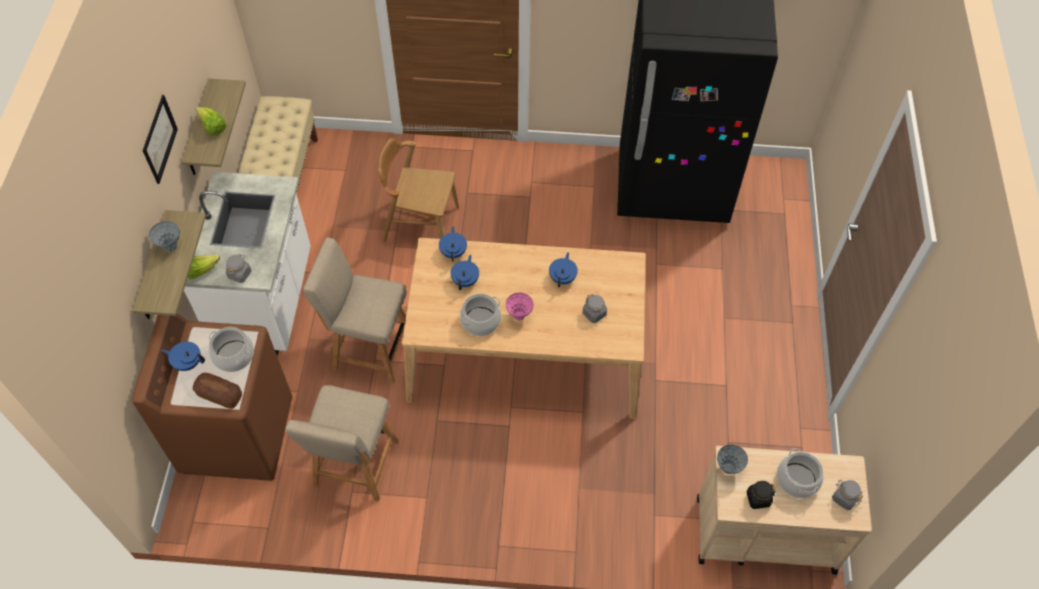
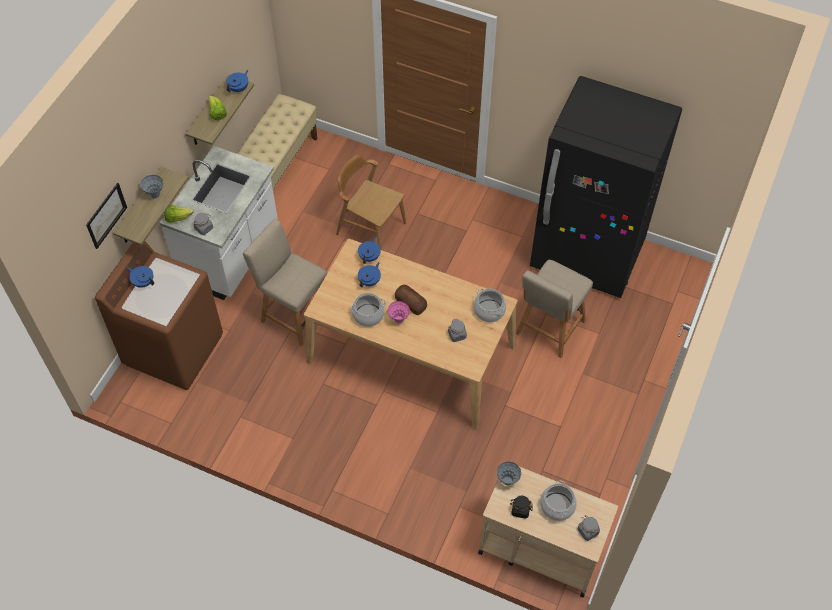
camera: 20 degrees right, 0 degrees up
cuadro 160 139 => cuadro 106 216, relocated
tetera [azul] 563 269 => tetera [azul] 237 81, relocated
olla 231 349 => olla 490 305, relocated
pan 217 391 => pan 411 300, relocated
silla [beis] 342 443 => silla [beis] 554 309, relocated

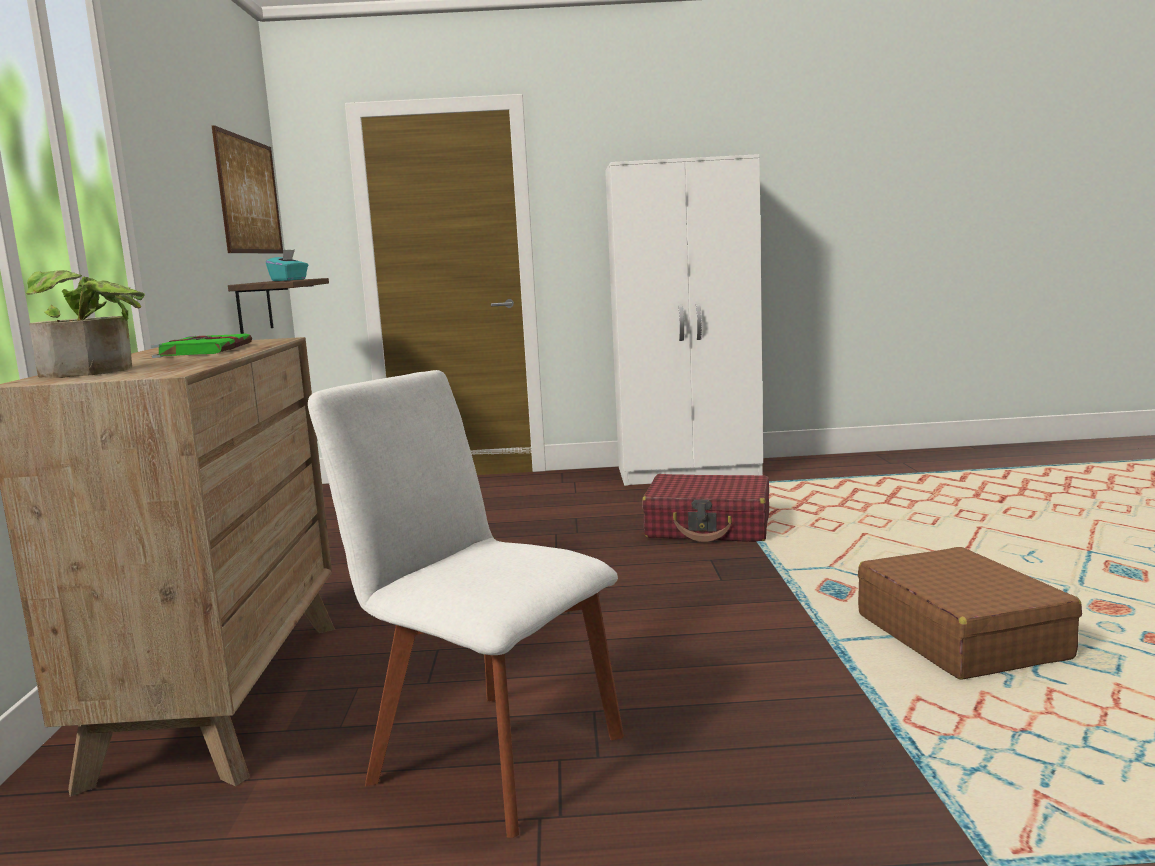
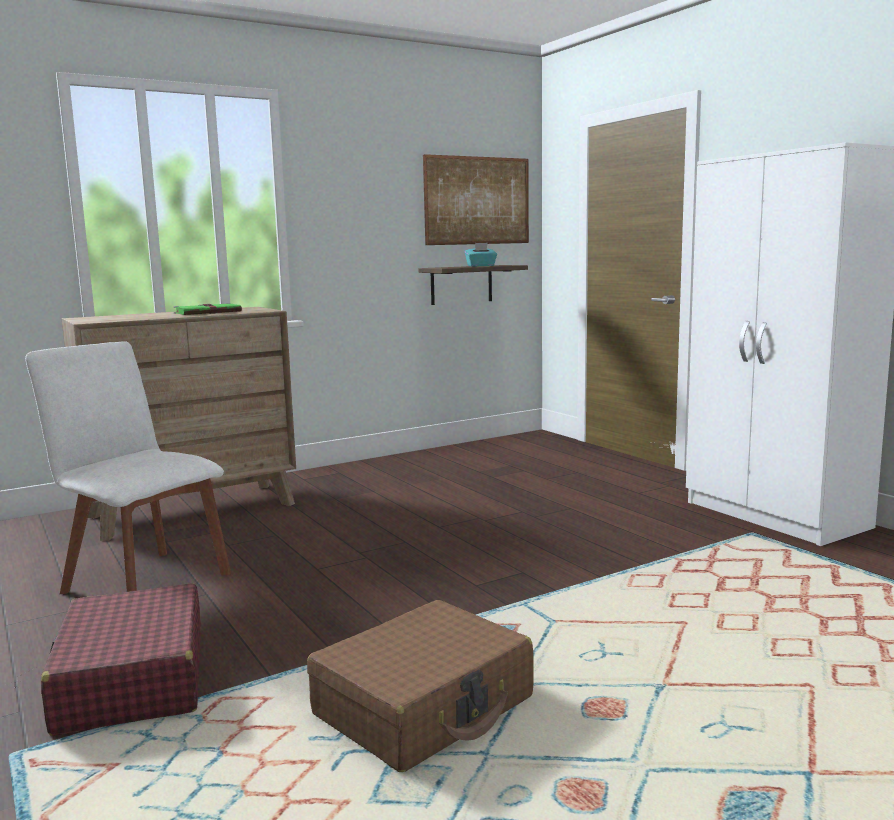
camera: 60 degrees right, 0 degrees up
planta en maceta 85 324 => nothing
silla [blanco] 466 604 => silla [blanco] 128 467, 60 degrees counterclockwise
maleta [rojo] 705 508 => maleta [rojo] 121 659, relocated

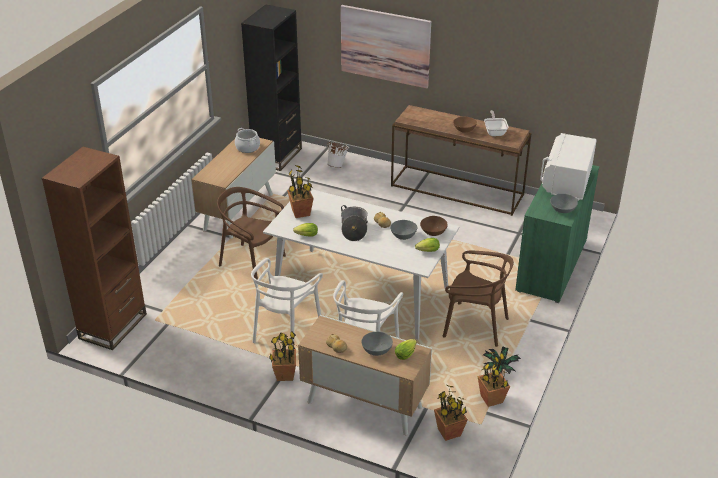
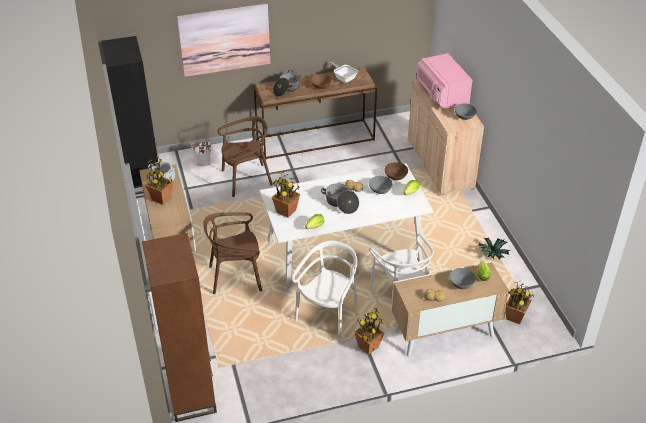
camera: 40 degrees left, 5 degrees up
microondas [blanco] 568 167 => microondas [rosa] 444 81
armario [verde] 557 234 => armario [beis] 446 137
silla [marrón] 478 299 => silla [marrón] 245 156, relocated
silla [blanco] 287 301 => silla [blanco] 325 290, 135 degrees counterclockwise
planta en maceta 493 379 => planta en maceta 159 181, relocated
nothing => olla 286 83

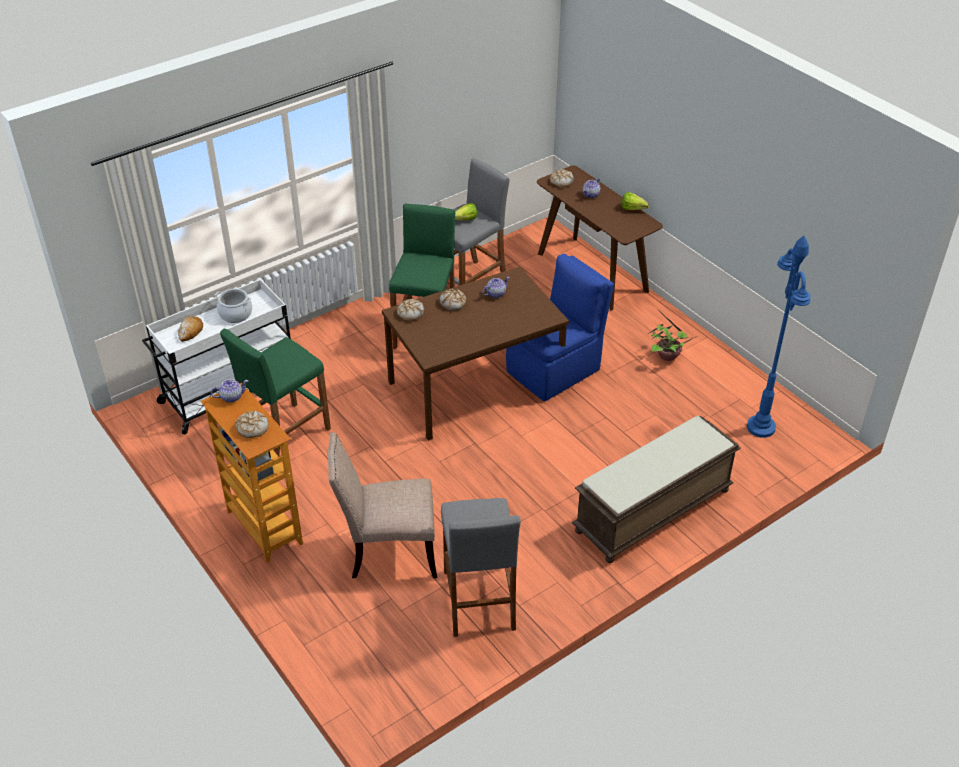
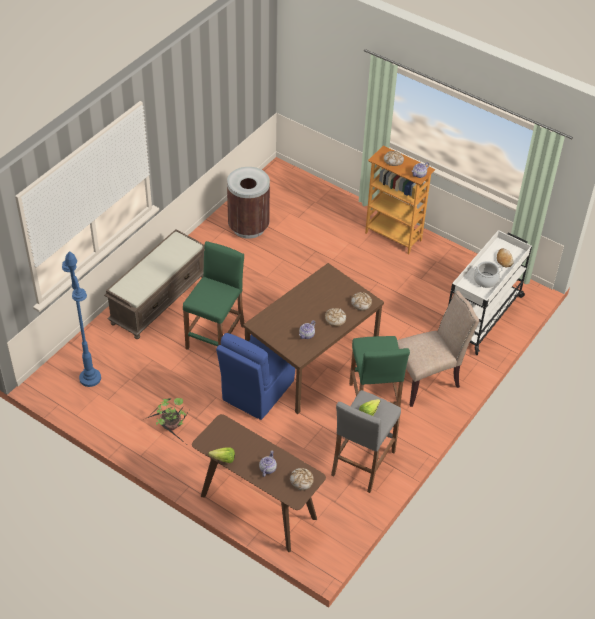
camera: 160 degrees right, 5 degrees up
taburete [verde] 275 392 => taburete [verde] 214 295, relocated
silla [beis] 382 505 => silla [beis] 438 349, relocated
taburete [gris] 481 567 => papelera [marrón] 248 203

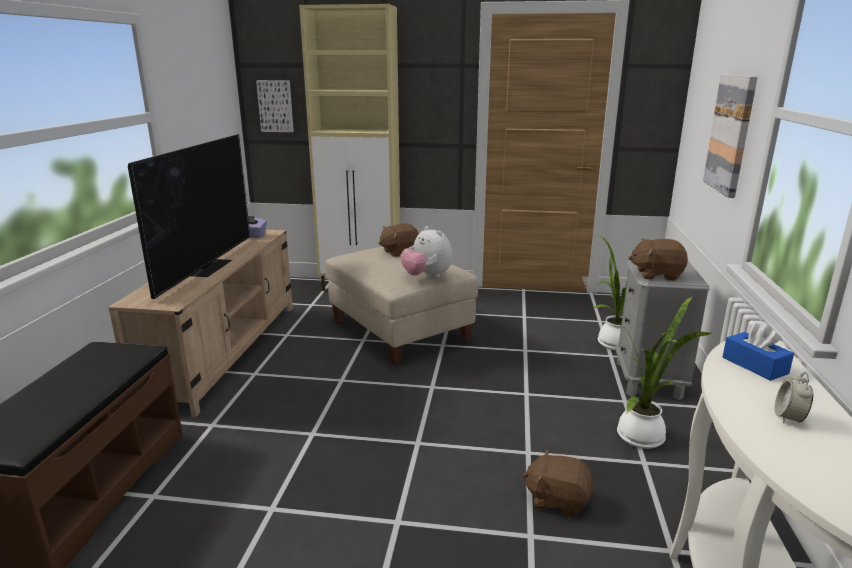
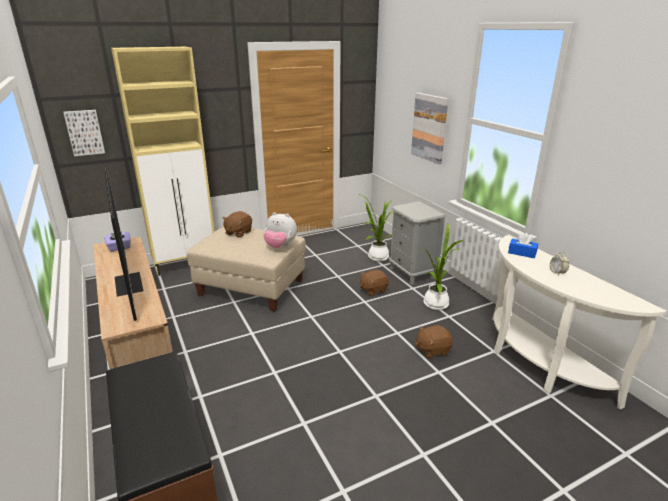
camera: 35 degrees left, 5 degrees up
peluche [marrón] 658 260 => peluche [marrón] 374 283, relocated

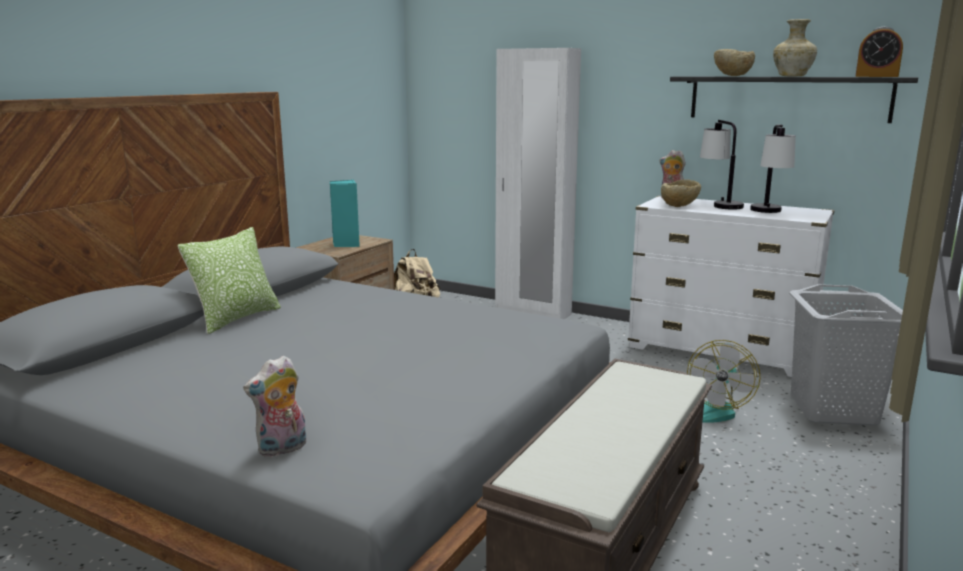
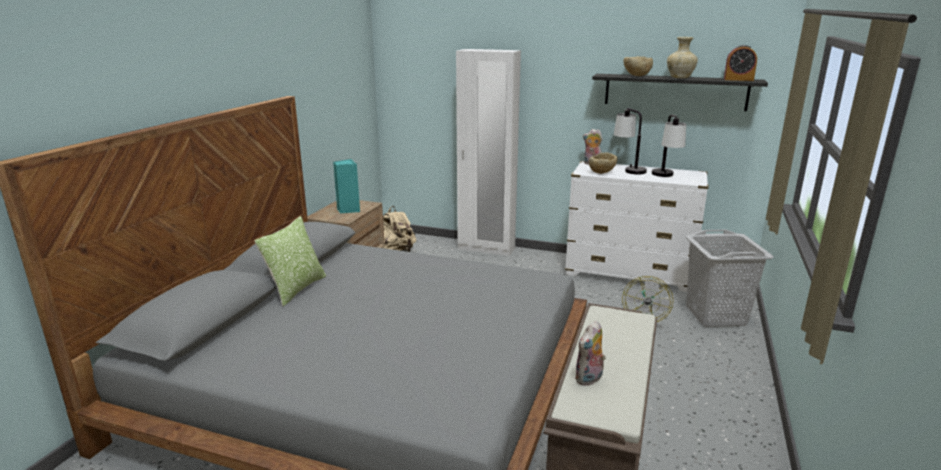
camera: 10 degrees left, 5 degrees up
peluche 274 406 => peluche 590 353, relocated

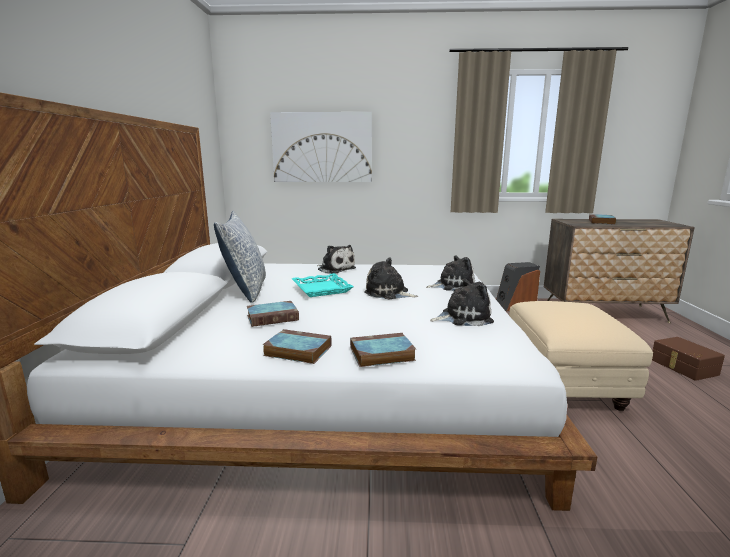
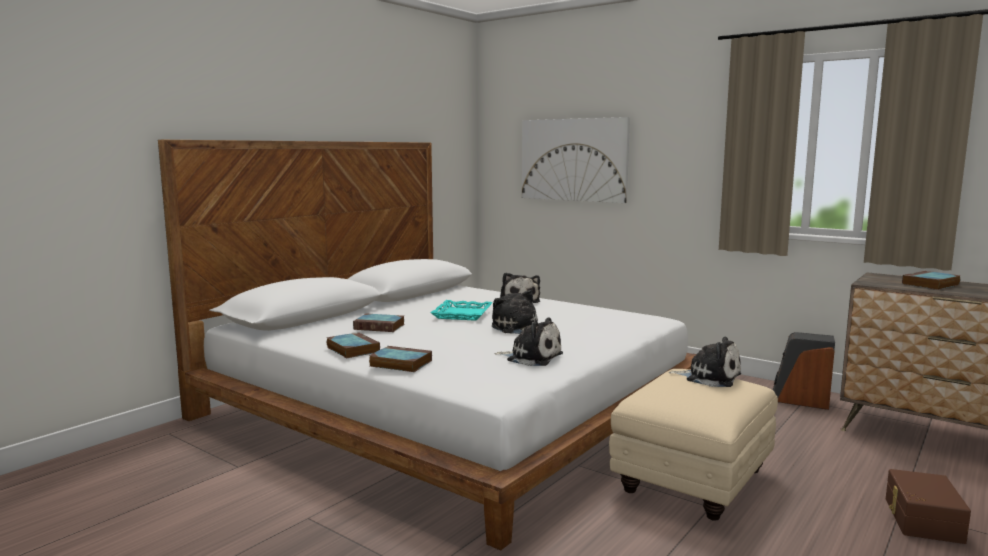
camera: 35 degrees right, 5 degrees down
cojín 240 257 => nothing
peluche 450 273 => peluche 705 362, relocated

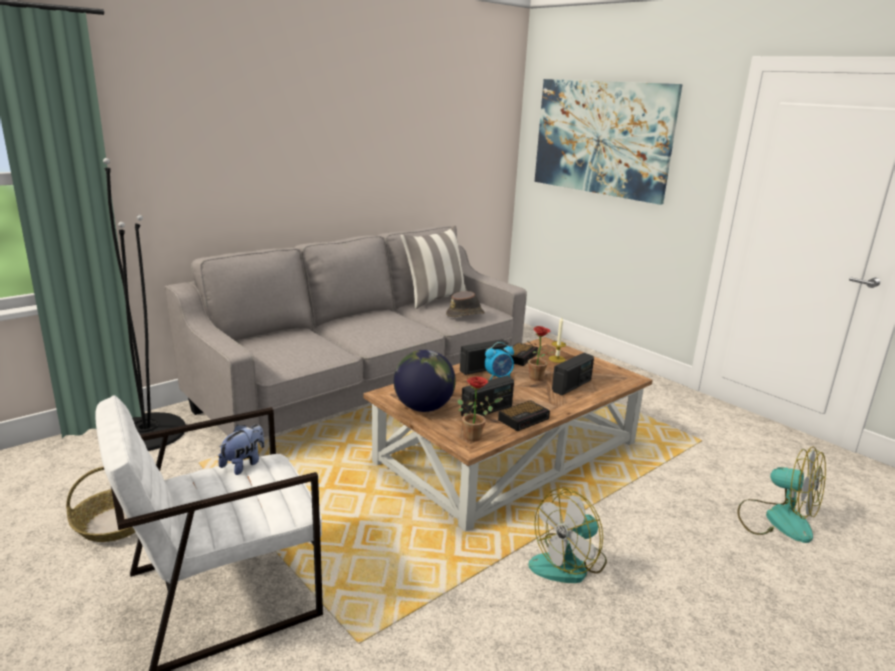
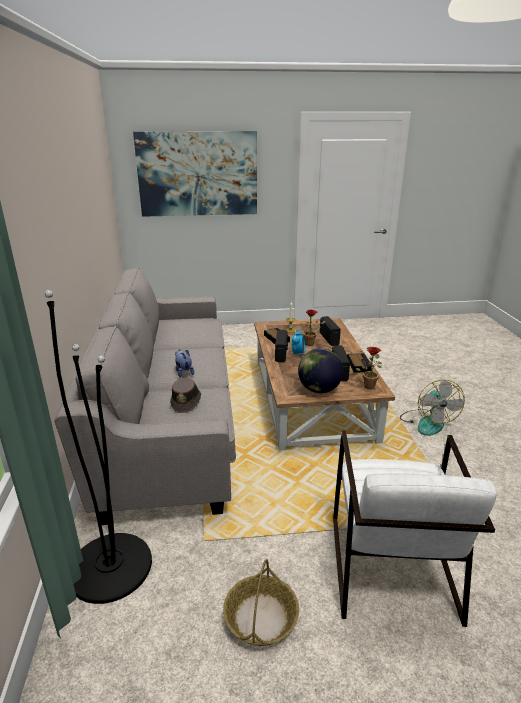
camera: 55 degrees left, 5 degrees up
cojín 434 267 => nothing
sombrero [marrón] 465 304 => sombrero [marrón] 185 395, relocated
peluche 241 449 => peluche 184 363, relocated
ventilador 781 495 => nothing

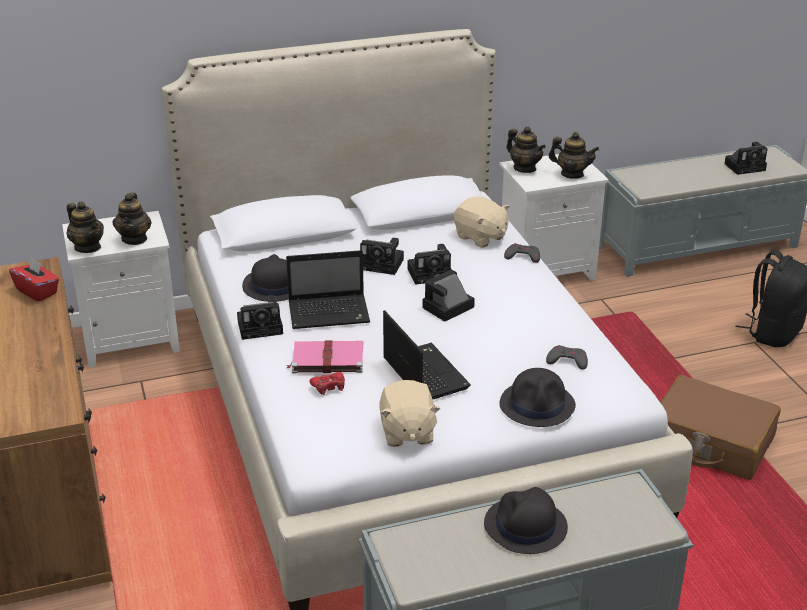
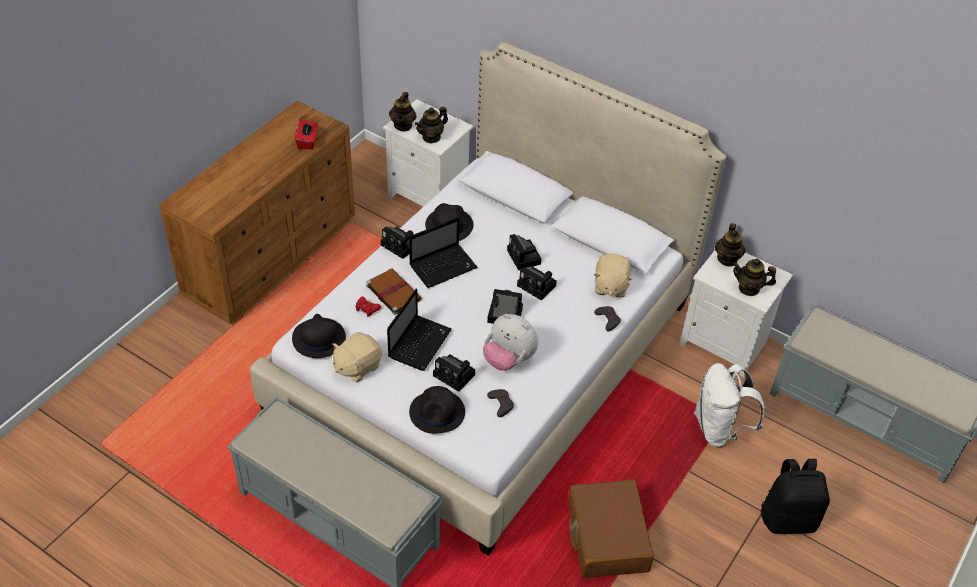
camera: 50 degrees right, 15 degrees up
tetera 573 155 => tetera 754 277, 120 degrees clockwise
cámara 745 158 => cámara 454 373, relocated
portátil 328 289 => portátil 443 252, 75 degrees counterclockwise
libro [rosa] 324 357 => libro [marrón] 394 292
sombrero [negro] 526 520 => sombrero [negro] 319 336, relocated
nothing => peluche 510 342
nothing => mochila [blanco] 729 405

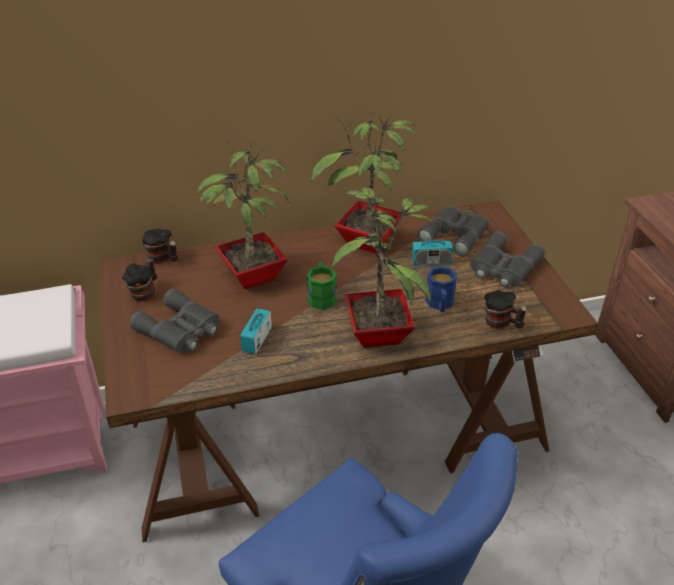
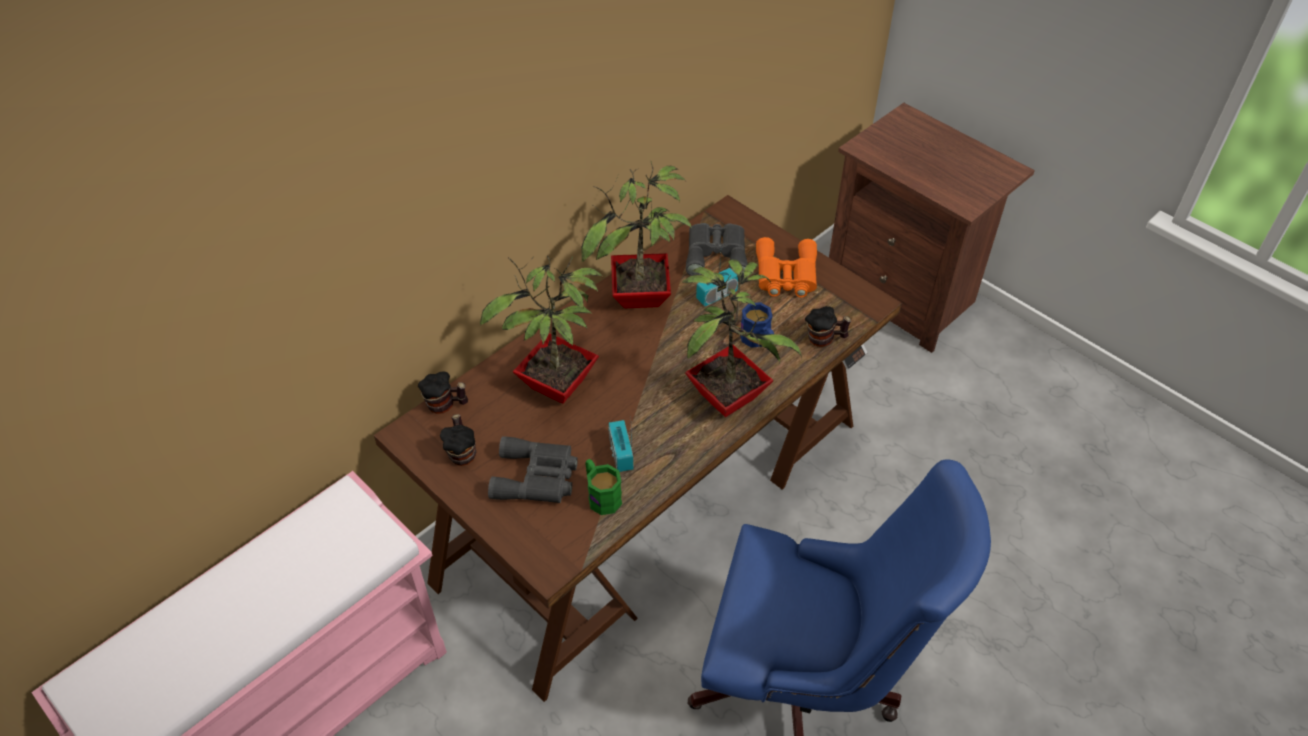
camera: 30 degrees left, 10 degrees up
prismáticos [gris] 507 259 => prismáticos [naranja] 786 267
taza grande [verde] 322 286 => taza grande [verde] 603 487, relocated

